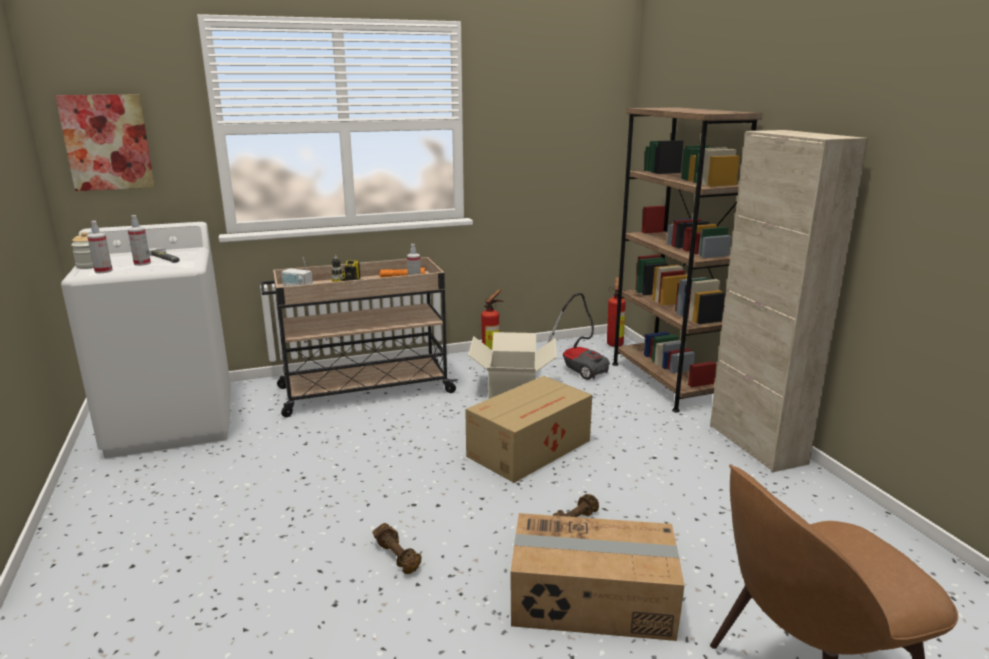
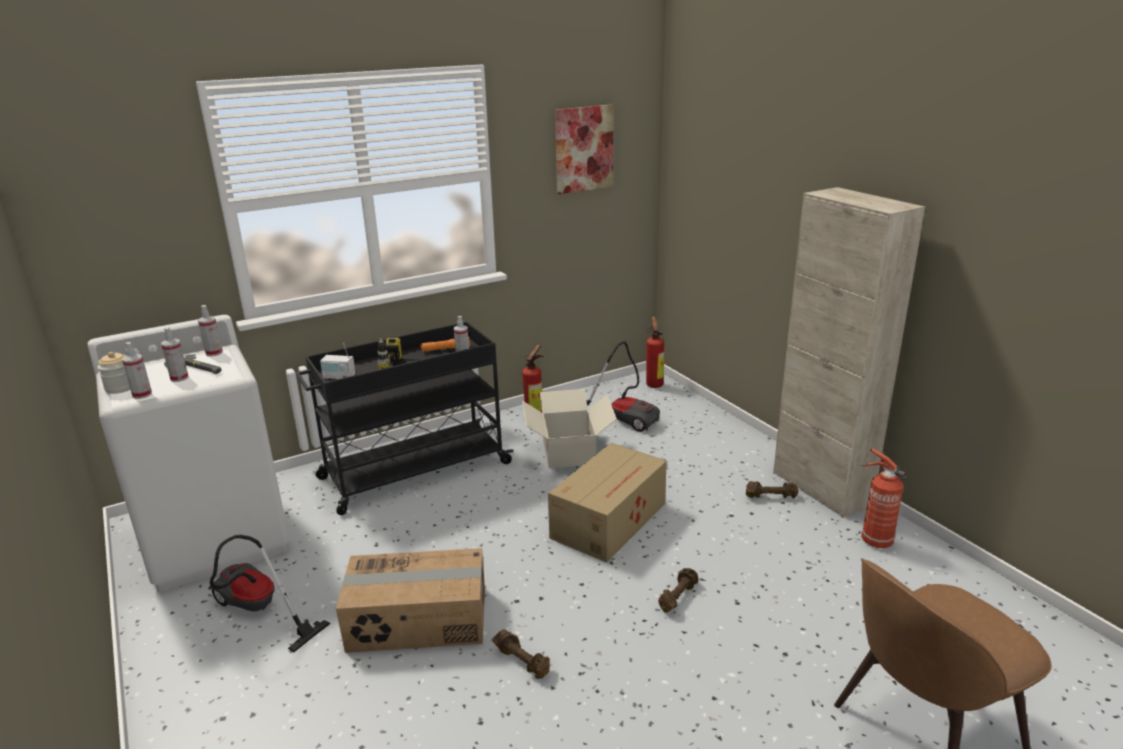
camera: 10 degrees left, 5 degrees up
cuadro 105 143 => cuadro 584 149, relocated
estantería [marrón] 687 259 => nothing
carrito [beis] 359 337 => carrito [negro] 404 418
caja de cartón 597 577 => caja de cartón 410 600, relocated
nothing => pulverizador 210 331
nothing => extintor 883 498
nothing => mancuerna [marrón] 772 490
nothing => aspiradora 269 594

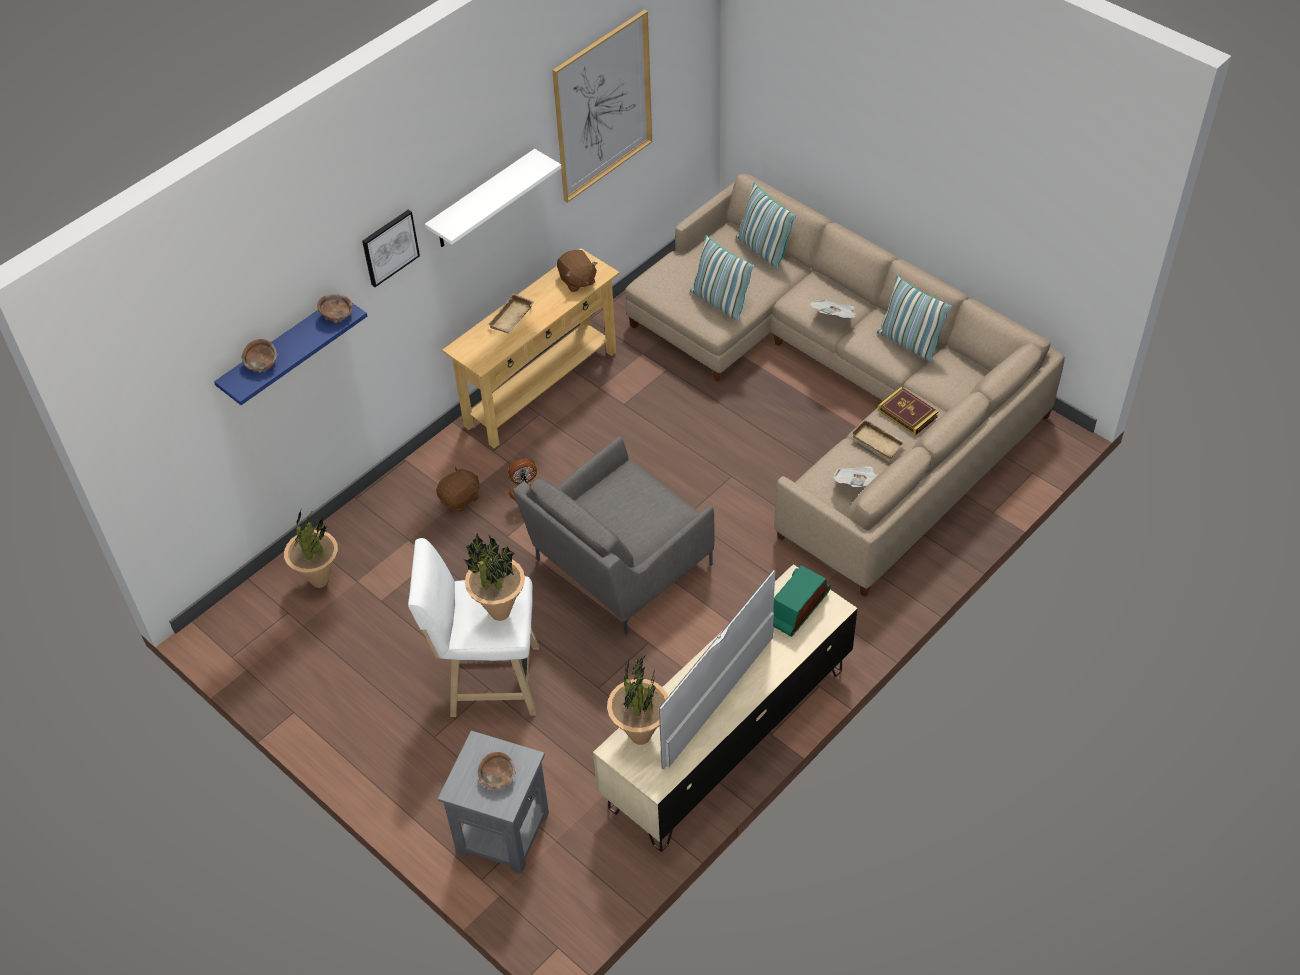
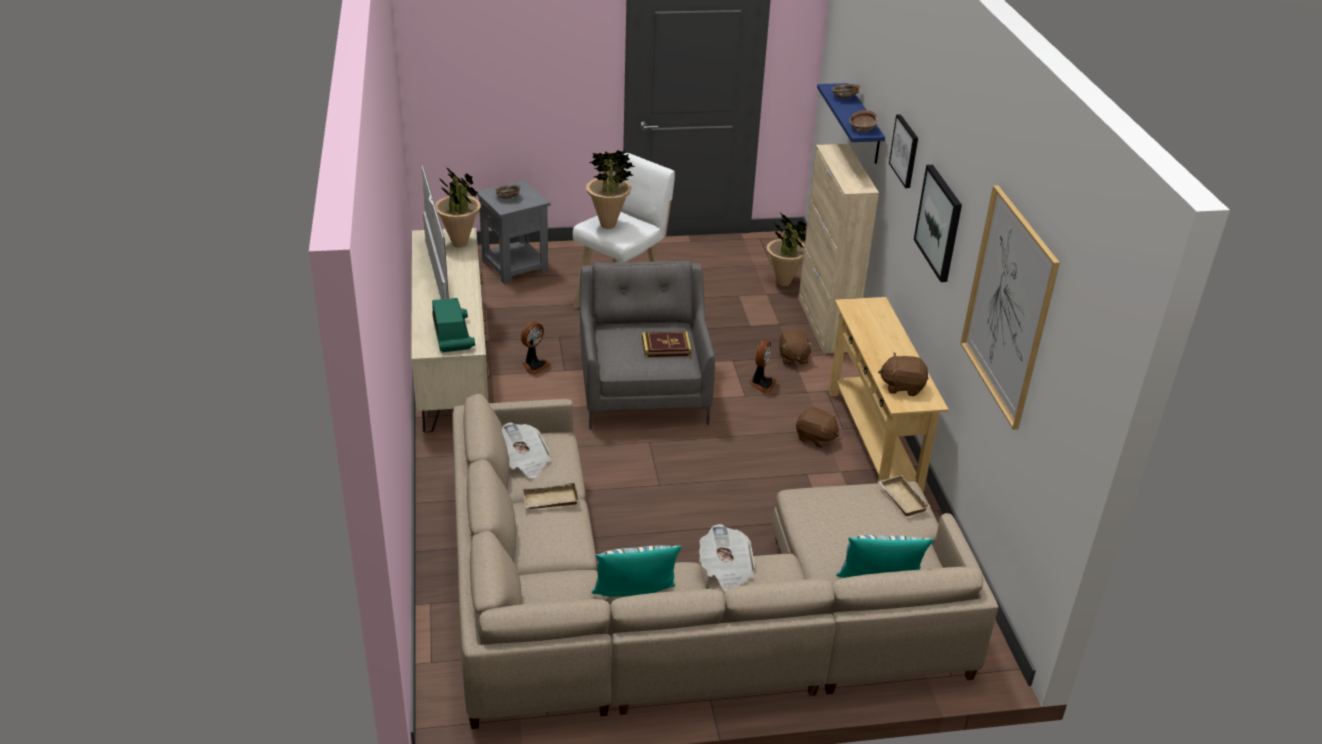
camera: 125 degrees right, 15 degrees down
estante [blanco] 493 198 => cuadro 938 223
cojín 722 278 => nothing
bandeja [beis] 511 313 => bandeja [beis] 904 495, relocated
libro 908 411 => libro 666 344, relocated
nothing => armario [beis] 838 249
nothing => ventilador 536 348
nothing => peluche [marrón] 817 427

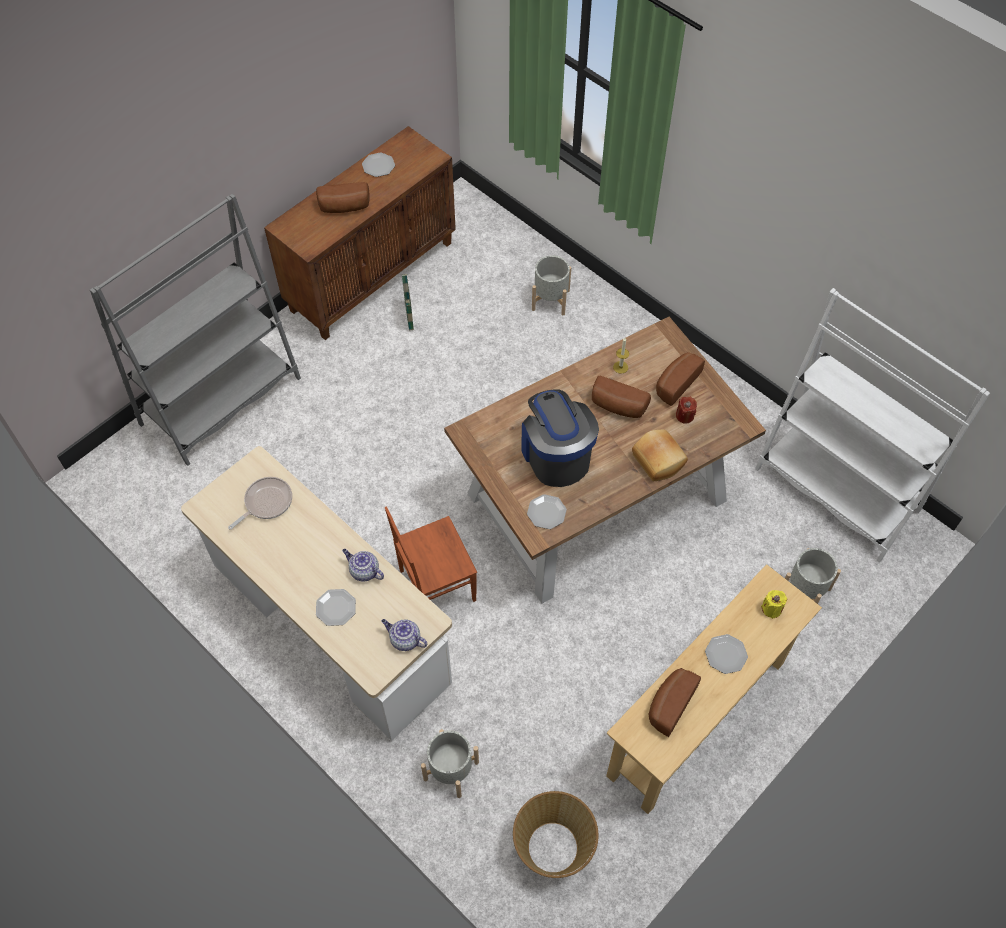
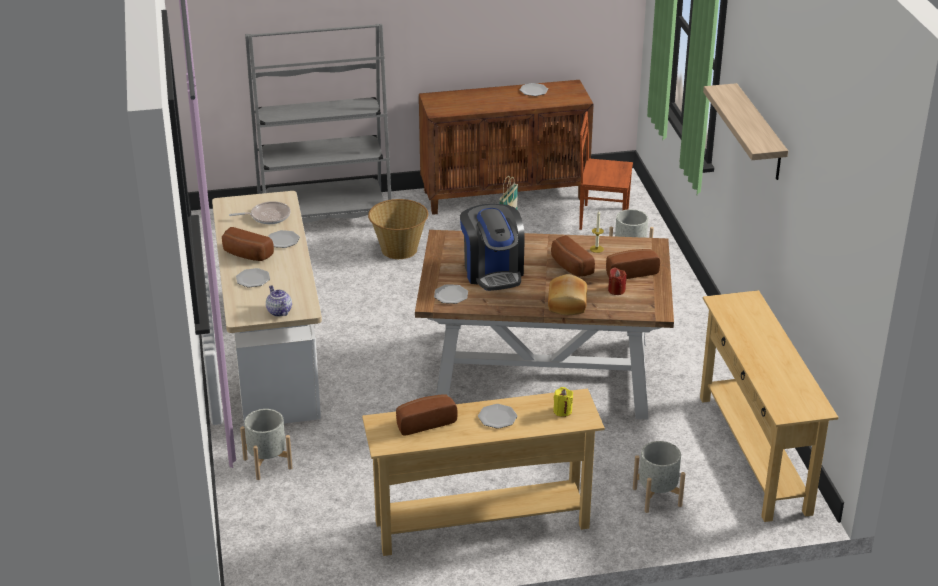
camera: 35 degrees right, 25 degrees down
pan 343 197 => pan 248 244, relocated
estantería [blanco] 872 425 => mesa consola [beis] 769 406
cafetera 560 438 => cafetera 492 247, 150 degrees clockwise
silla [marrón] 431 554 => silla [marrón] 606 170, relocated
tetera 363 565 => nothing
cesta 555 834 => cesta 398 229, relocated
nothing => estante 745 131
nothing => plato 284 239

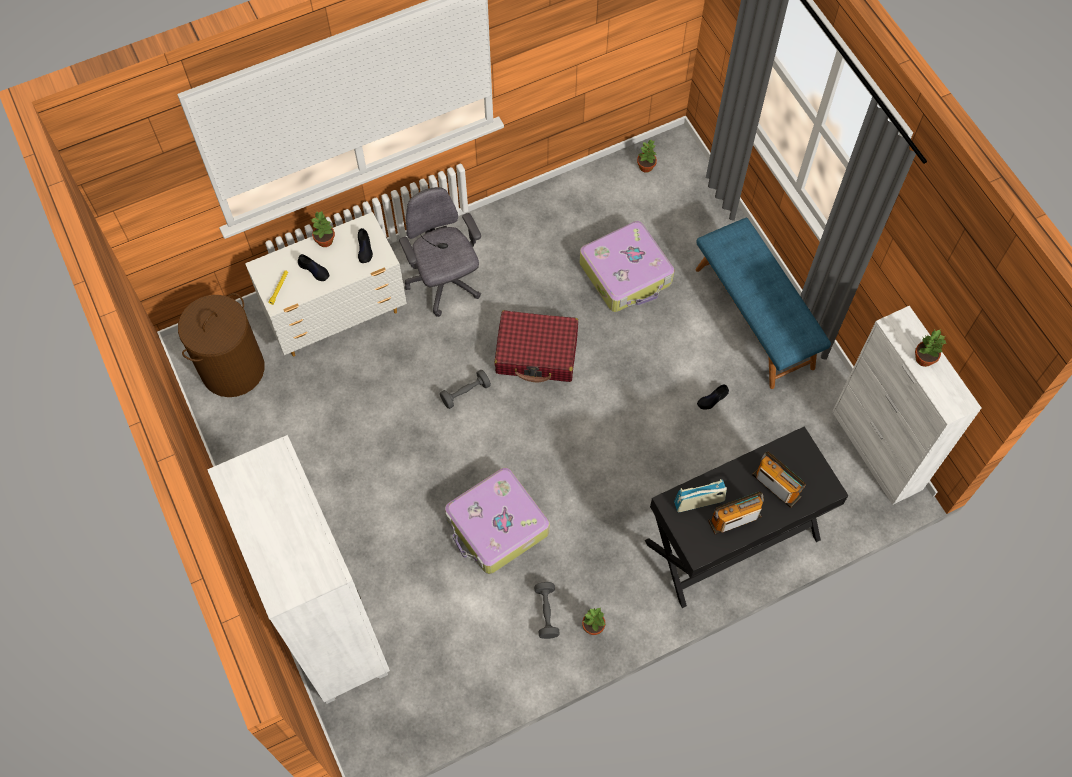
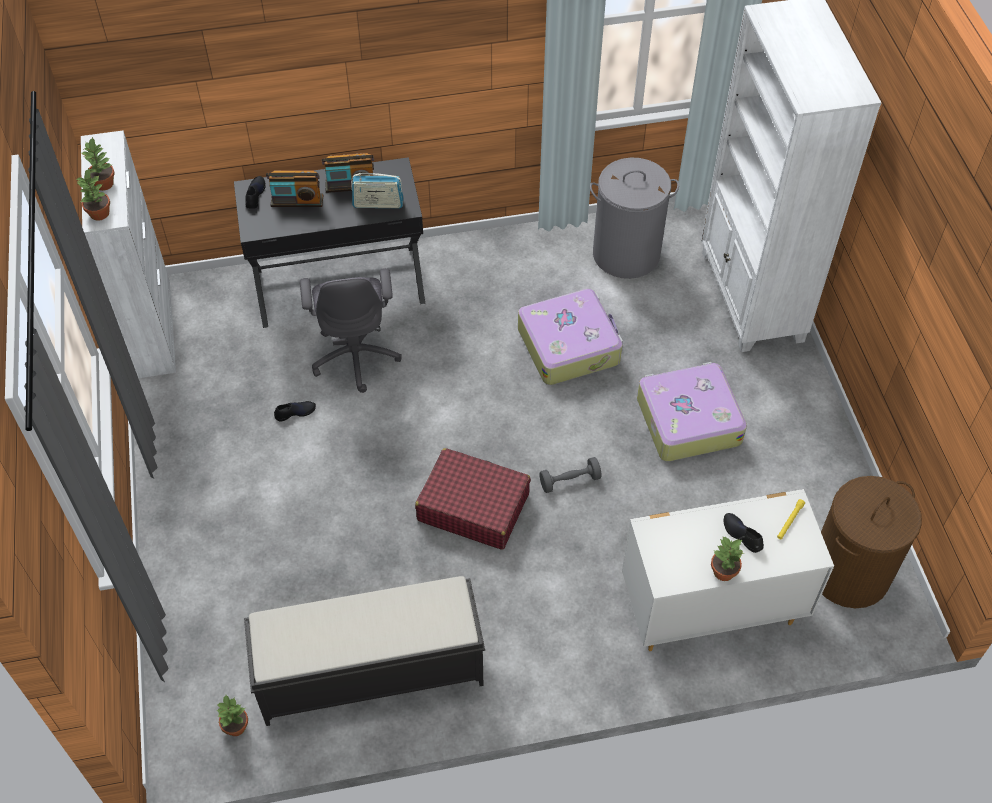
camera: 165 degrees left, 10 degrees down
silla de oficina [gris] 440 252 => silla de oficina [gris] 351 330, relocated
banco [azul] 763 303 => nothing
maleta 626 266 => maleta 692 411, relocated
zapato [negro] 365 245 => zapato [negro] 255 192, relocated
radio 779 480 => radio 294 188, 60 degrees counterclockwise
mancuerna [gris] 547 610 => nothing
planta en maceta 593 621 => planta en maceta 93 194, relocated
nothing => cesto de la ropa [gris] 634 218
nothing => banco [negro] 364 651

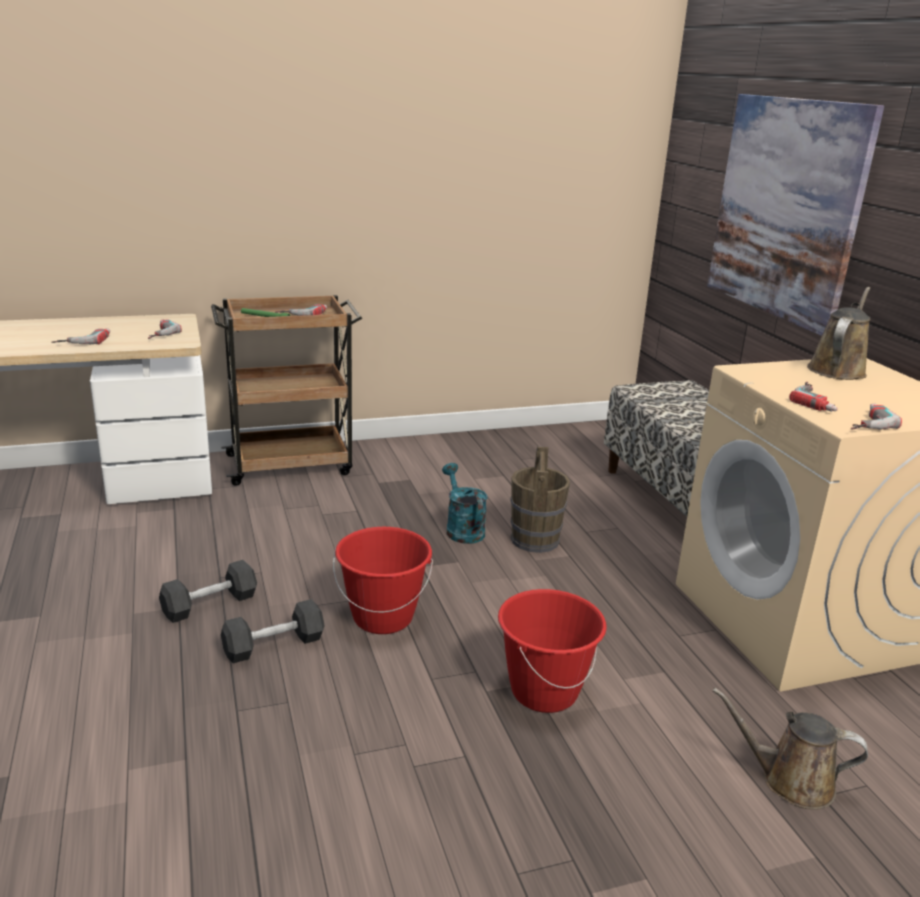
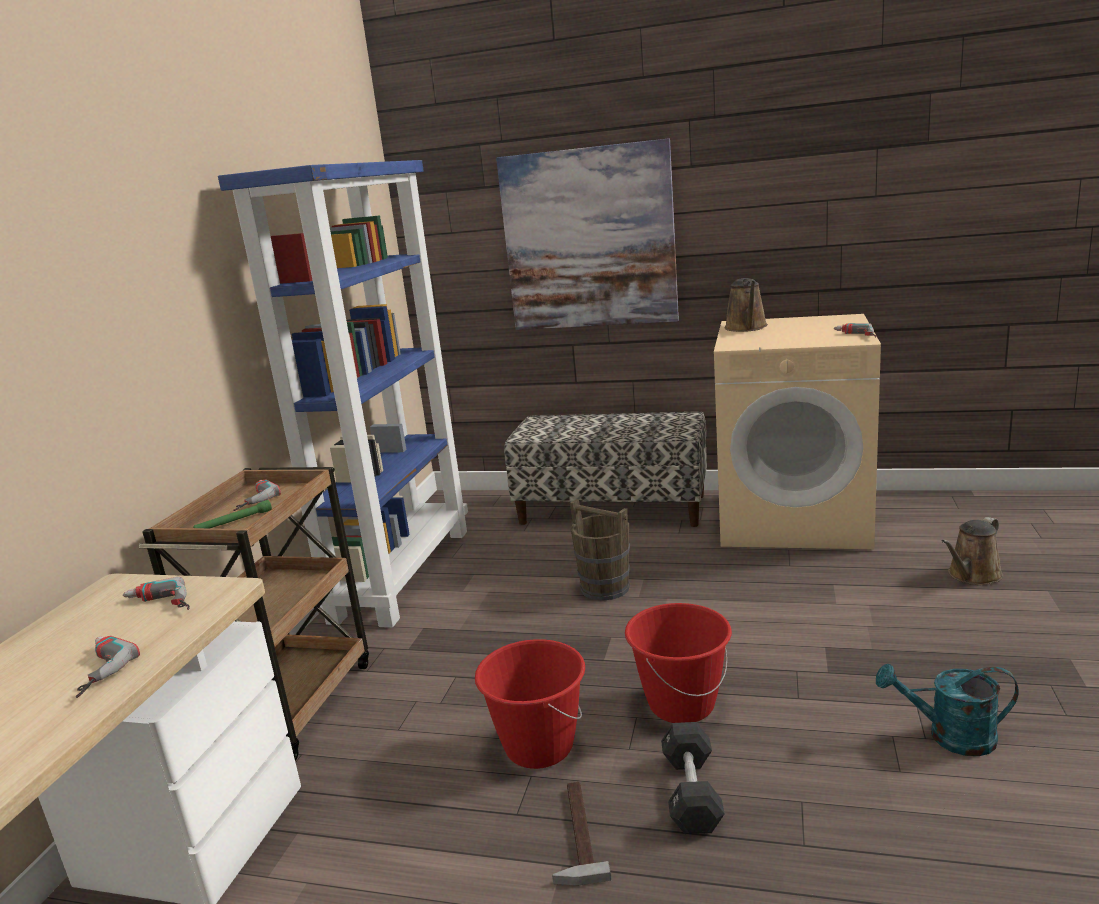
camera: 55 degrees left, 5 degrees down
regadera [marrón] 838 333 => regadera [marrón] 746 305, 150 degrees counterclockwise
taladro 813 397 => nothing
regadera [turquesa] 464 503 => regadera [turquesa] 947 710, relocated
mancuerna [negro] 208 591 => martillo 581 834
cubo [rojo] 552 651 => cubo [rojo] 530 704, relocated
nothing => estantería [azul] 343 394

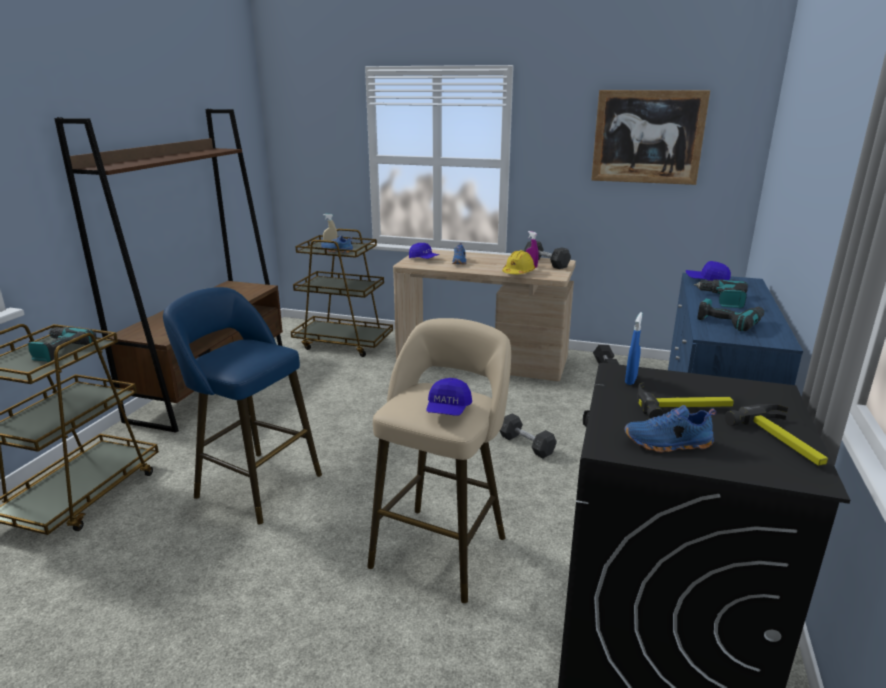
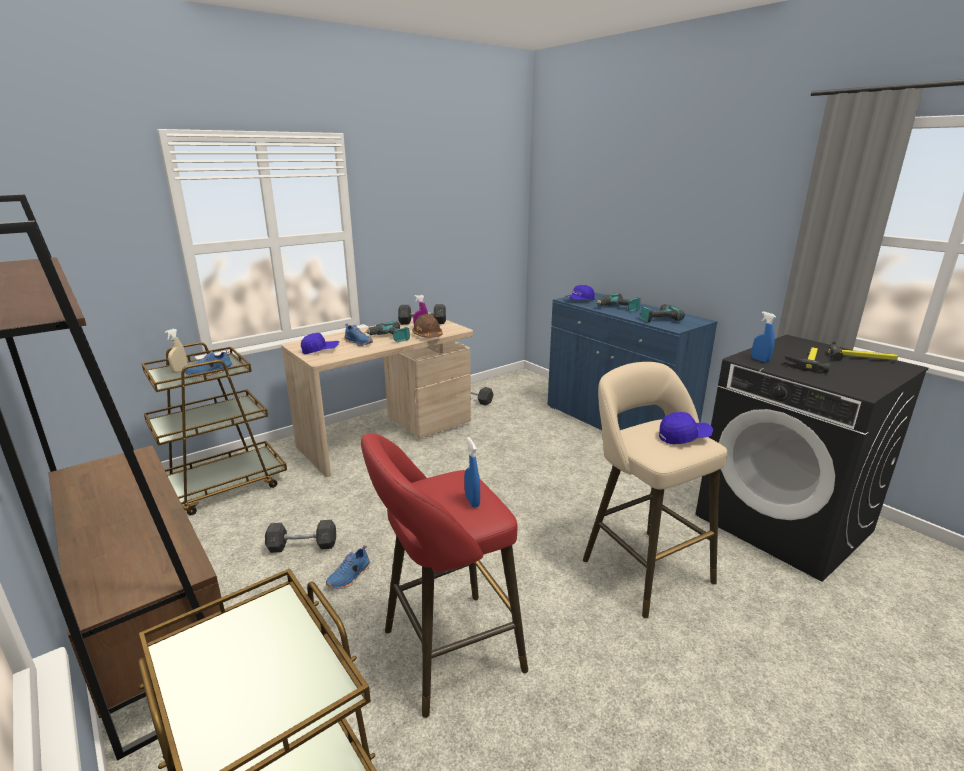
camera: 55 degrees left, 0 degrees up
cuadro 650 137 => nothing
casco [amarillo] 518 262 => casco [marrón] 427 326
taburete [azul] 242 405 => taburete [rojo] 444 575
taladro 62 344 => taladro 387 331, relocated
gorra [azul] 449 397 => gorra [azul] 686 428, 60 degrees counterclockwise
zapato [azul] 671 429 => zapato [azul] 348 567, relocated
mancuerna [gris] 528 436 => mancuerna [gris] 300 536, relocated
nothing => pulverizador [azul] 472 472

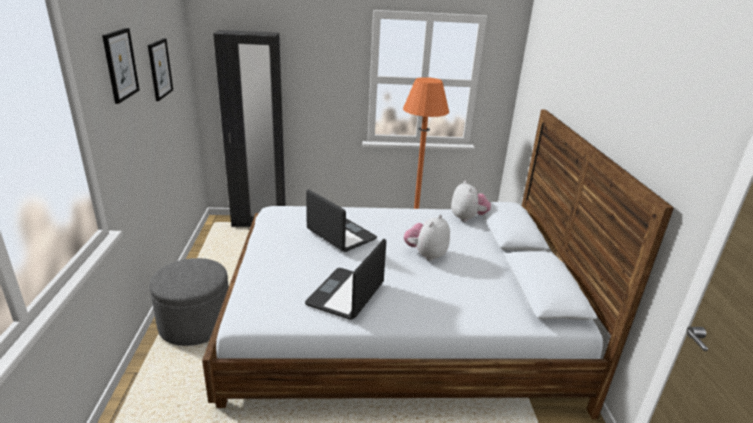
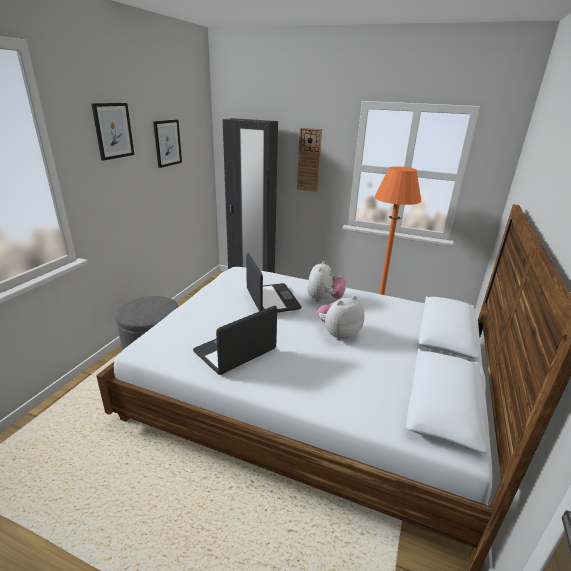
camera: 25 degrees right, 0 degrees up
peluche 471 201 => peluche 326 281, relocated
nothing => reloj de pared 309 160

